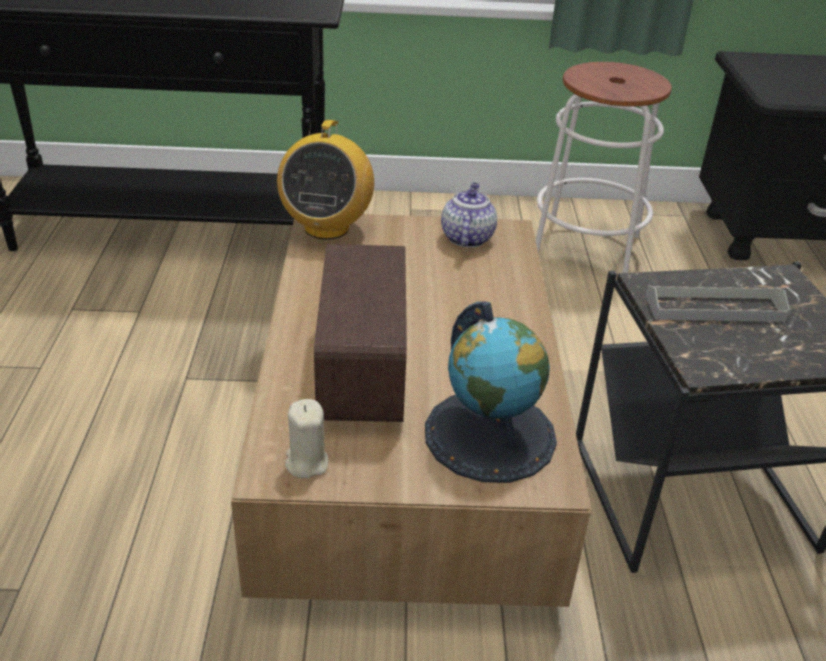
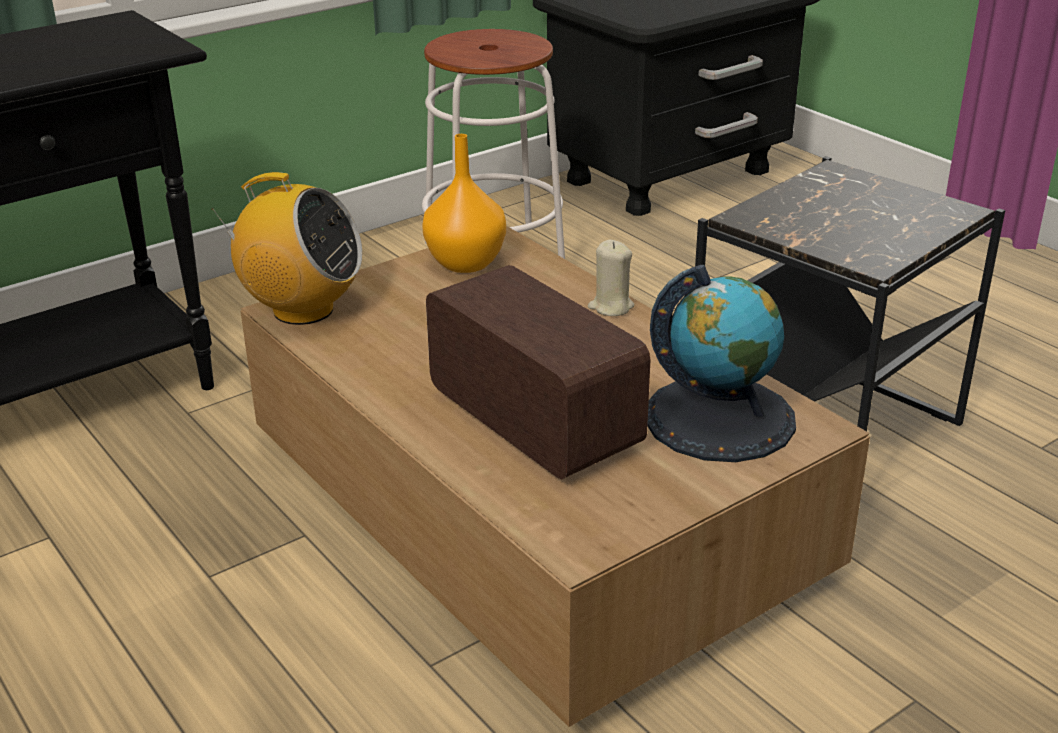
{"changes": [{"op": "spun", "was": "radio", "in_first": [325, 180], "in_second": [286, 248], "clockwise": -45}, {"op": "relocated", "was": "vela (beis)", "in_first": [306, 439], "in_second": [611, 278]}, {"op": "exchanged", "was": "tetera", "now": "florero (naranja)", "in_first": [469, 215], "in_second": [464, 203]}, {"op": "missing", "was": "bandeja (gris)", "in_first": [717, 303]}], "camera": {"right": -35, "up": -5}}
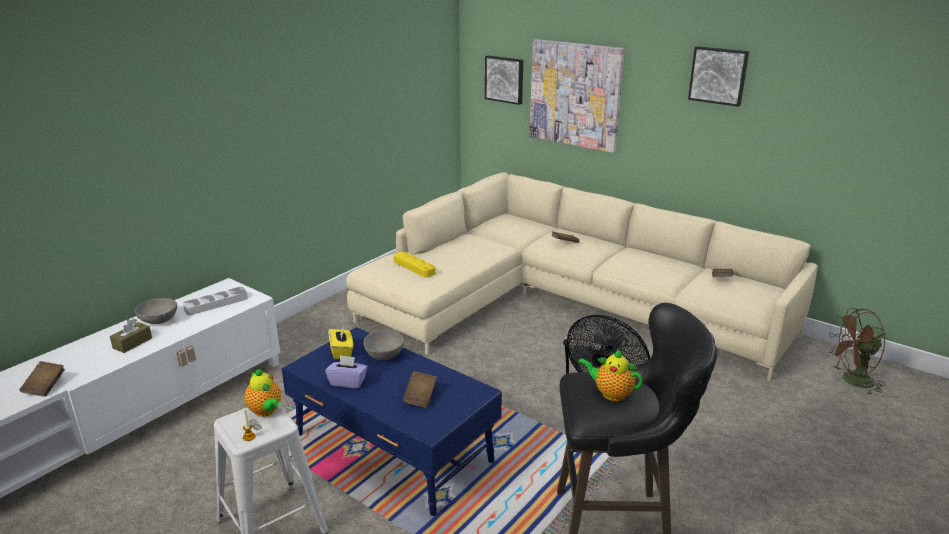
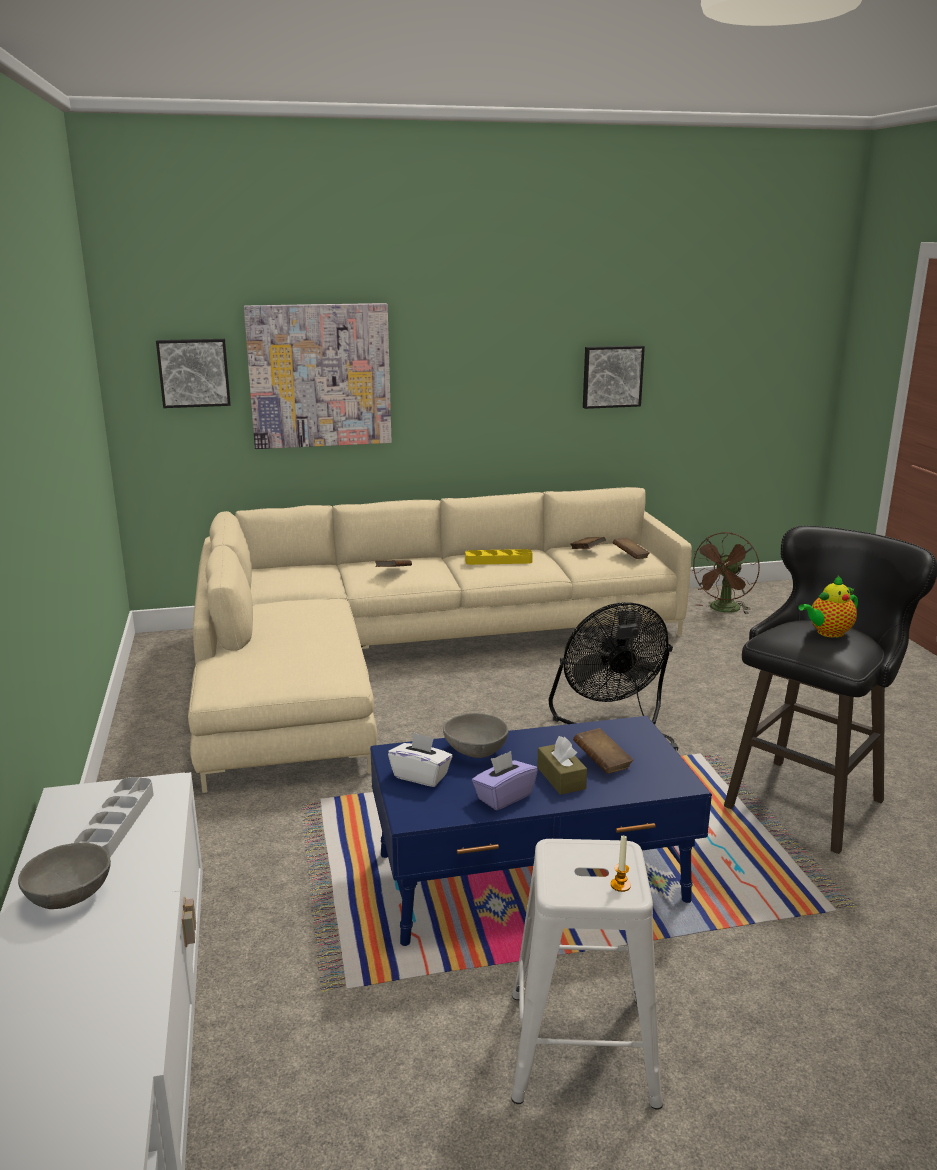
{"changes": [{"op": "relocated", "was": "libro (marrón)", "in_first": [42, 379], "in_second": [631, 548]}, {"op": "relocated", "was": "caja de pañuelos (marrón)", "in_first": [131, 335], "in_second": [562, 765]}, {"op": "missing", "was": "tetera", "in_first": [262, 393]}, {"op": "colour", "was": "caja de pañuelos (amarillo)", "now": "caja de pañuelos (blanco)", "in_first": [340, 343], "in_second": [420, 759]}, {"op": "relocated", "was": "bandeja (amarillo)", "in_first": [415, 265], "in_second": [499, 557]}, {"op": "relocated", "was": "cuadro", "in_first": [718, 76], "in_second": [614, 377]}], "camera": {"right": -50, "up": -5}}
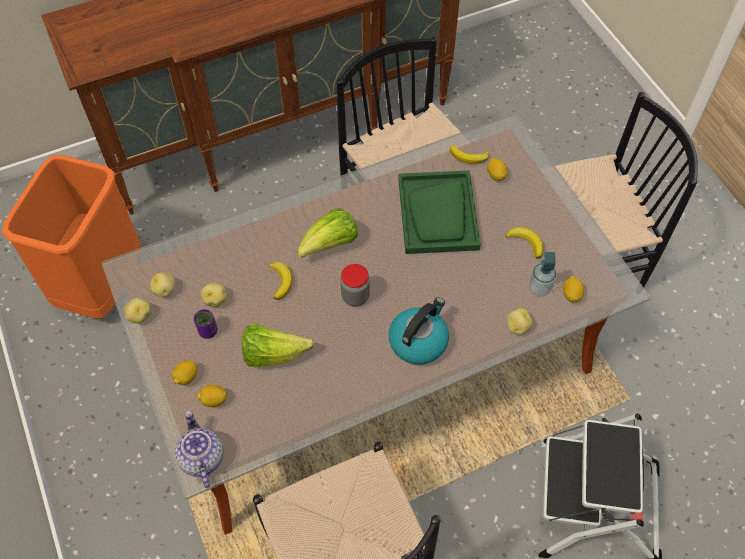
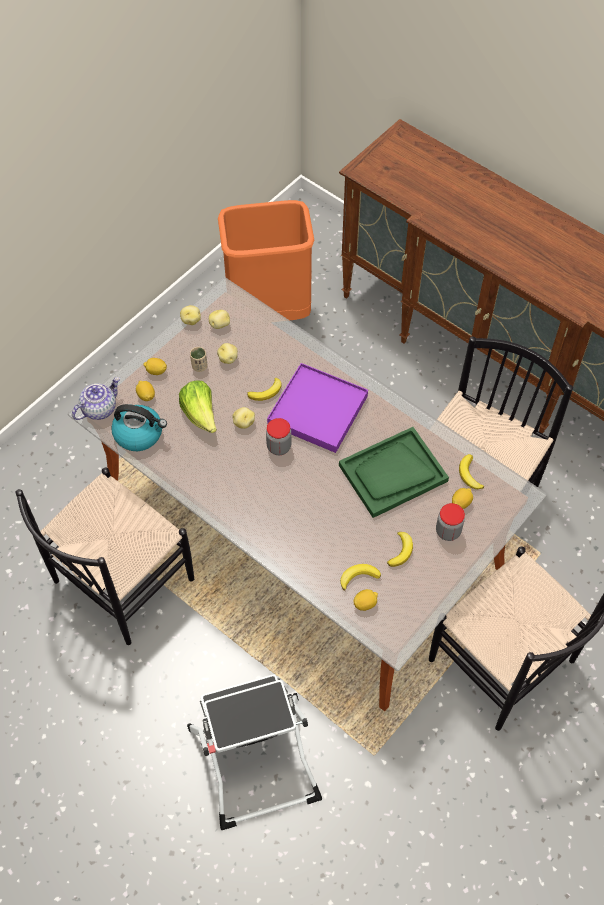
{"changes": [{"op": "colour", "was": "taza (morado)", "now": "taza (beis)", "in_first": [206, 324], "in_second": [199, 359]}, {"op": "exchanged", "was": "lechuga", "now": "bandeja (morado)", "in_first": [328, 233], "in_second": [317, 408]}, {"op": "relocated", "was": "hervidor", "in_first": [419, 330], "in_second": [139, 427]}, {"op": "relocated", "was": "patata", "in_first": [520, 321], "in_second": [243, 418]}, {"op": "exchanged", "was": "dispensador de jabón", "now": "plátano", "in_first": [542, 274], "in_second": [360, 577]}, {"op": "appeared", "now": "tarro", "in_second": [450, 522]}], "camera": {"right": 65, "up": 0}}
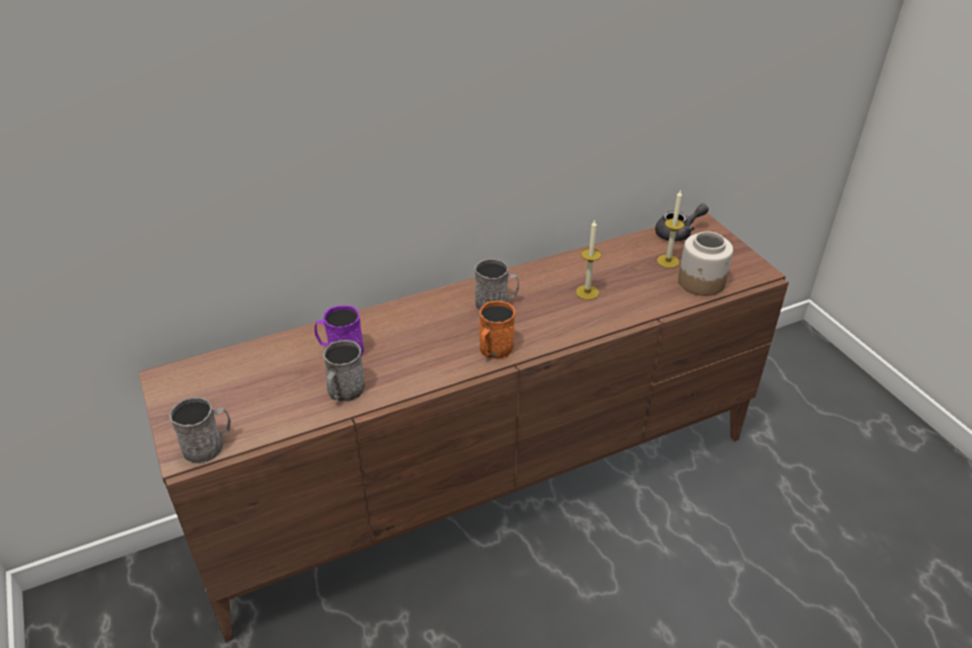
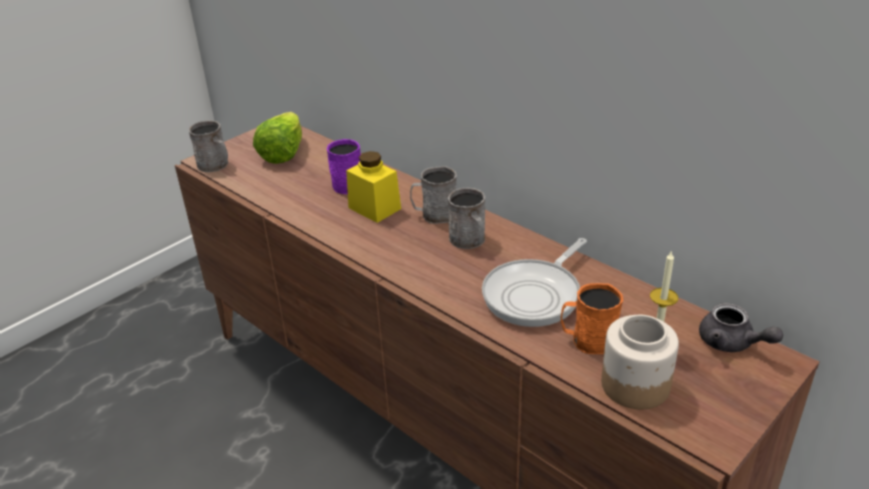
{"changes": [{"op": "relocated", "was": "taza grande (gris)", "in_first": [344, 371], "in_second": [433, 195]}, {"op": "relocated", "was": "taza grande (naranja)", "in_first": [497, 330], "in_second": [592, 318]}, {"op": "exchanged", "was": "vela", "now": "sartén", "in_first": [588, 259], "in_second": [534, 282]}, {"op": "appeared", "now": "lechuga", "in_second": [277, 138]}, {"op": "appeared", "now": "tarro (amarillo)", "in_second": [373, 187]}], "camera": {"right": 70, "up": -5}}
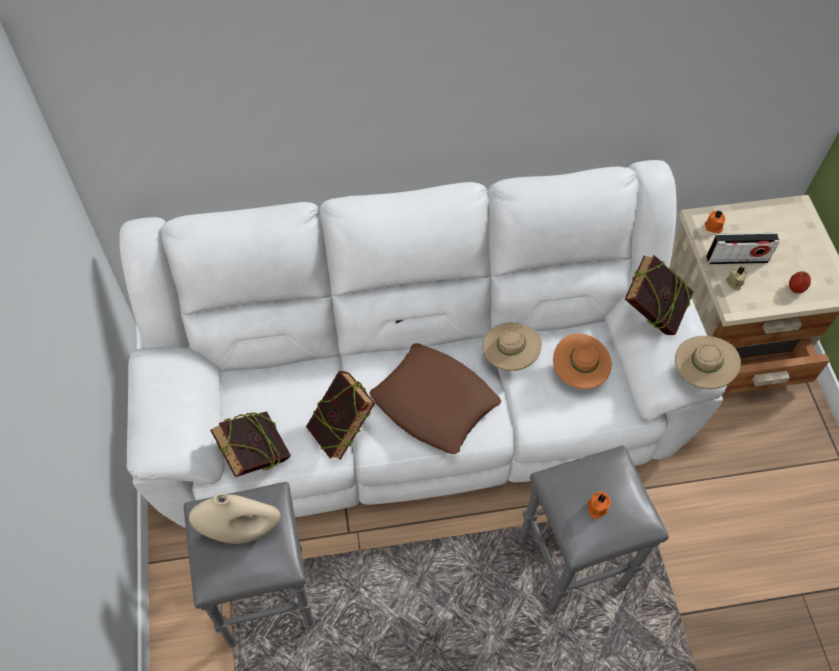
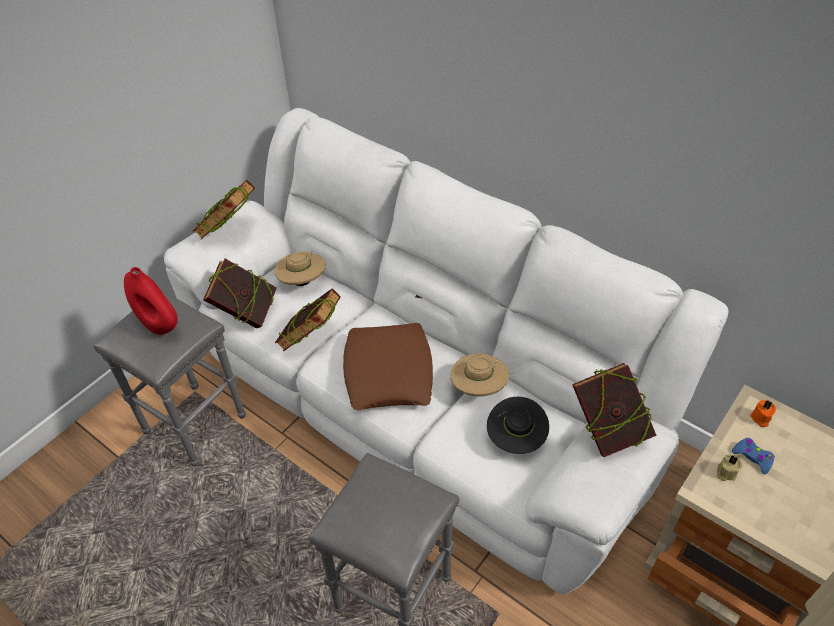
{"changes": [{"op": "colour", "was": "florero (beis)", "now": "florero (rojo)", "in_first": [235, 519], "in_second": [151, 301]}, {"op": "colour", "was": "sombrero (naranja)", "now": "sombrero (negro)", "in_first": [582, 361], "in_second": [518, 425]}, {"op": "missing", "was": "vela (naranja)", "in_first": [599, 505]}, {"op": "relocated", "was": "sombrero (beis)", "in_first": [708, 362], "in_second": [300, 269]}, {"op": "exchanged", "was": "radio", "now": "mando de consola (azul)", "in_first": [743, 248], "in_second": [753, 456]}, {"op": "missing", "was": "manzana", "in_first": [800, 282]}, {"op": "appeared", "now": "libro", "in_second": [224, 209]}], "camera": {"right": 50, "up": -10}}
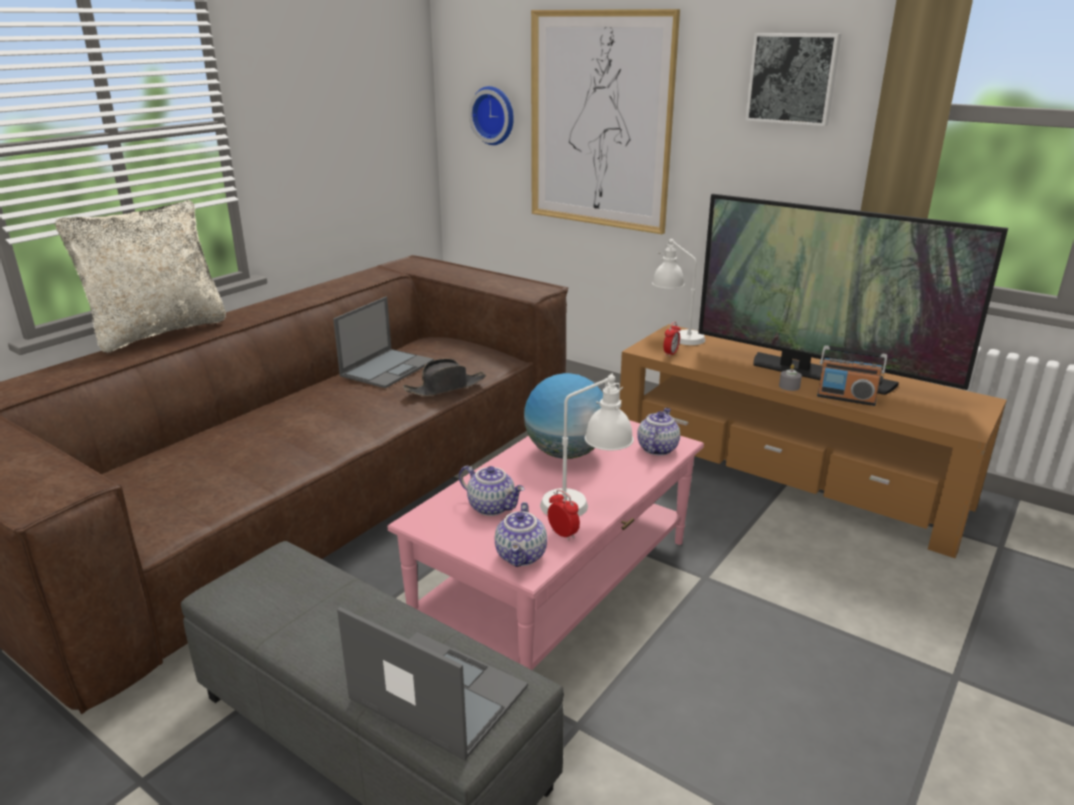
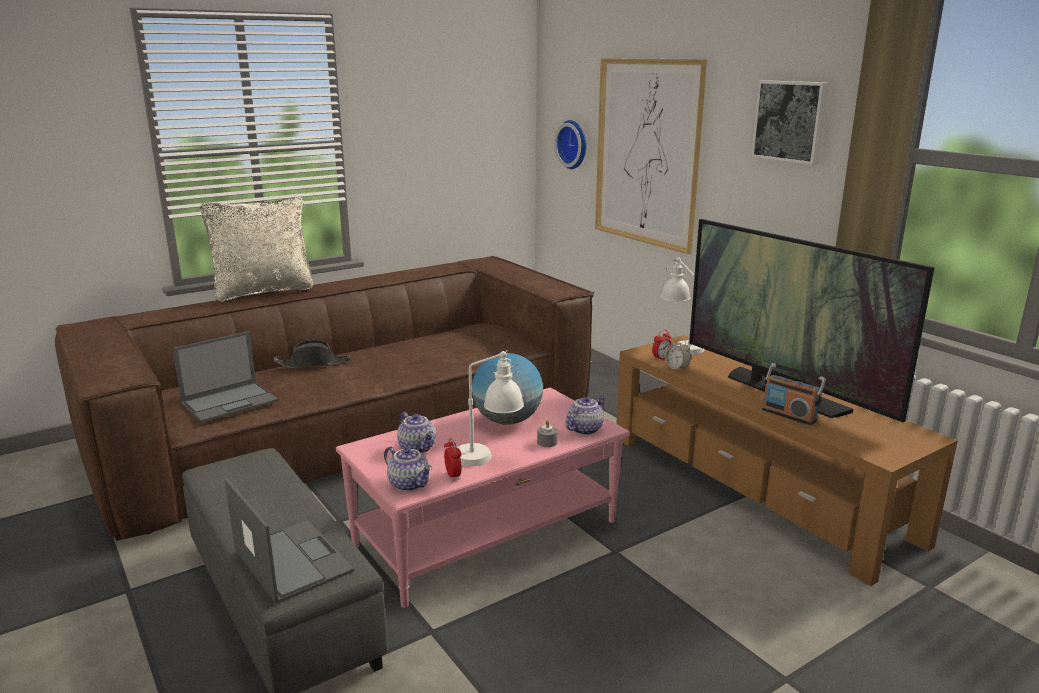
{"changes": [{"op": "relocated", "was": "portátil", "in_first": [383, 342], "in_second": [225, 376]}, {"op": "relocated", "was": "sombrero (negro)", "in_first": [444, 377], "in_second": [312, 354]}, {"op": "spun", "was": "tetera", "in_first": [521, 534], "in_second": [408, 468], "clockwise": -75}, {"op": "relocated", "was": "vela (gris)", "in_first": [790, 377], "in_second": [547, 433]}, {"op": "appeared", "now": "despertador", "in_second": [678, 355]}], "camera": {"right": 20, "up": -5}}
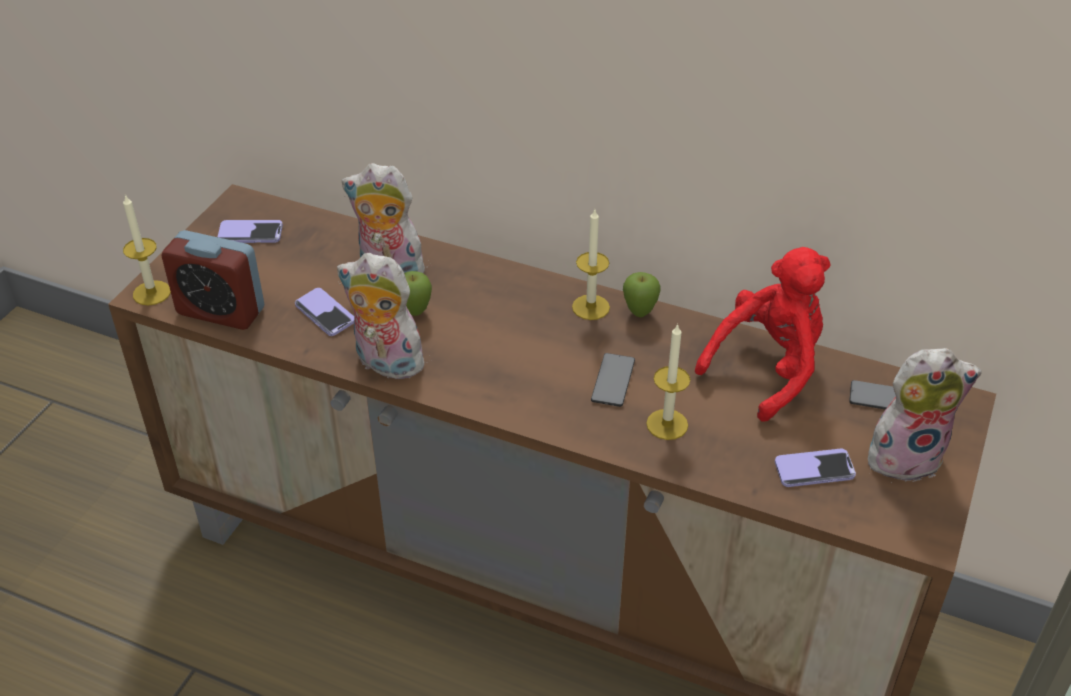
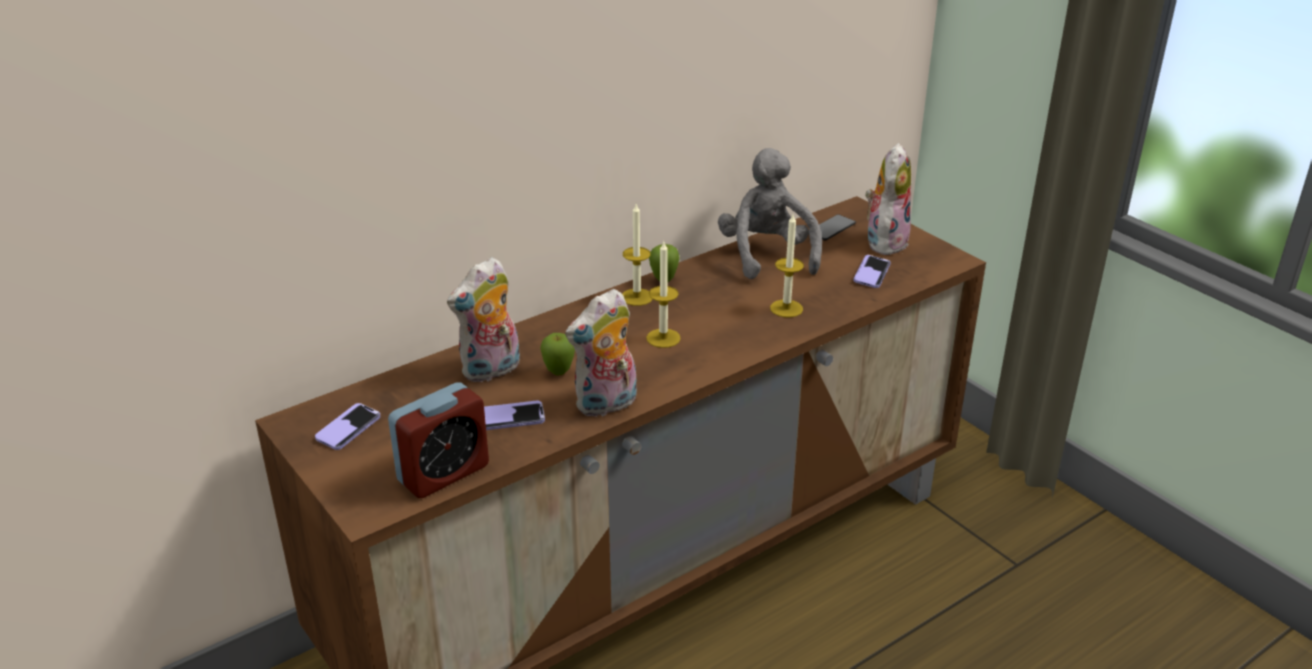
{"changes": [{"op": "relocated", "was": "vela", "in_first": [147, 250], "in_second": [663, 295]}, {"op": "missing", "was": "móvil", "in_first": [613, 380]}, {"op": "colour", "was": "peluche (rojo)", "now": "peluche (gris)", "in_first": [763, 334], "in_second": [770, 213]}], "camera": {"right": -60, "up": -10}}
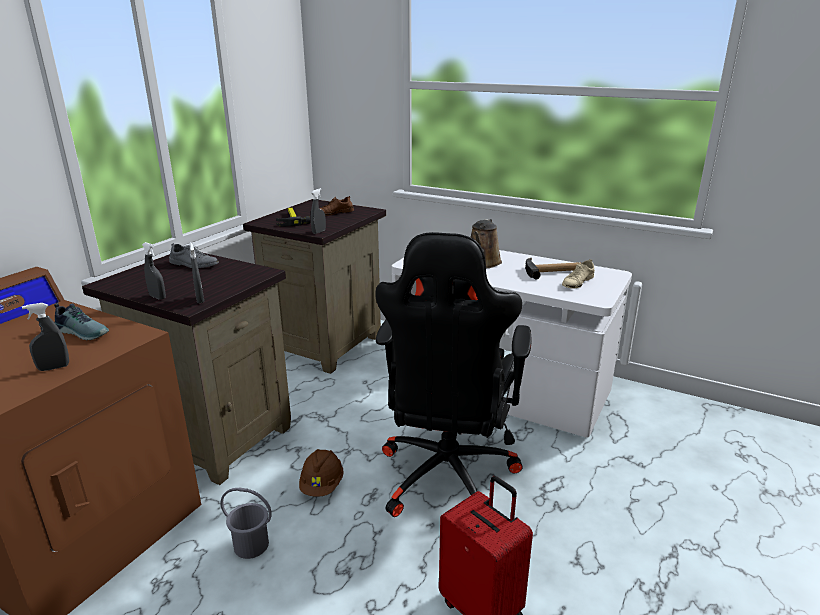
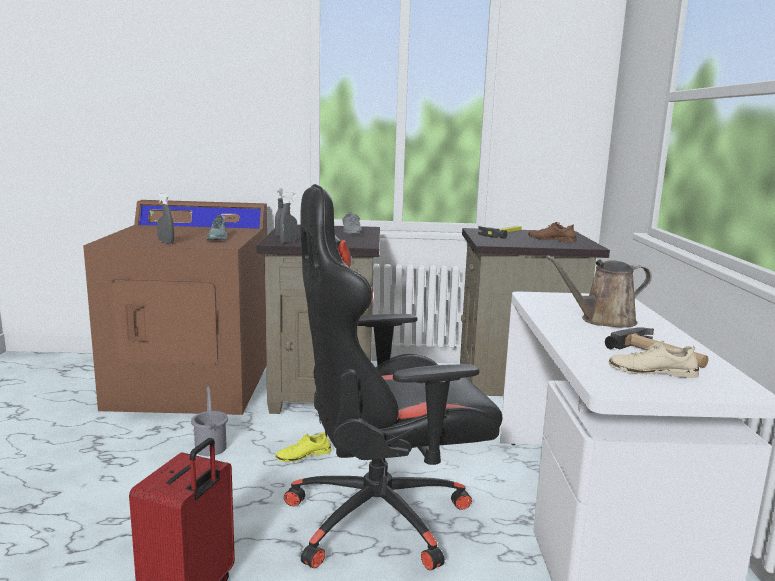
{"changes": [{"op": "exchanged", "was": "casco (marrón)", "now": "zapato (amarillo)", "in_first": [321, 473], "in_second": [304, 447]}, {"op": "missing", "was": "pulverizador (gris)", "in_first": [318, 211]}], "camera": {"right": 60, "up": -10}}
